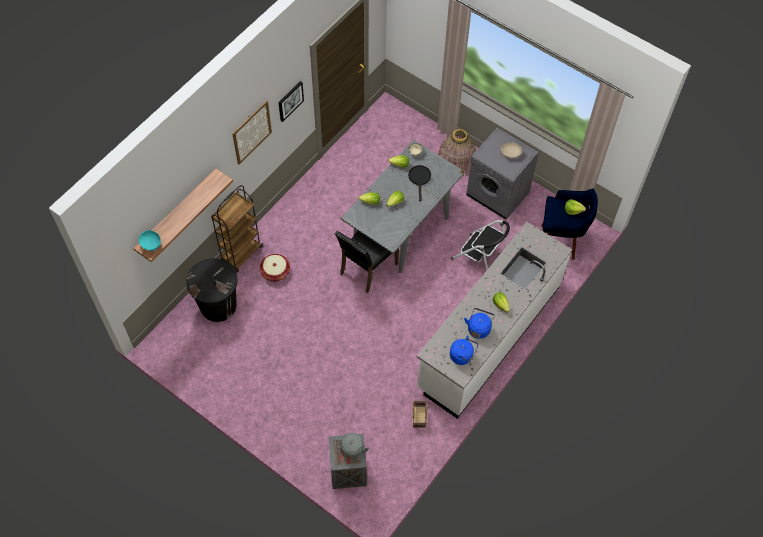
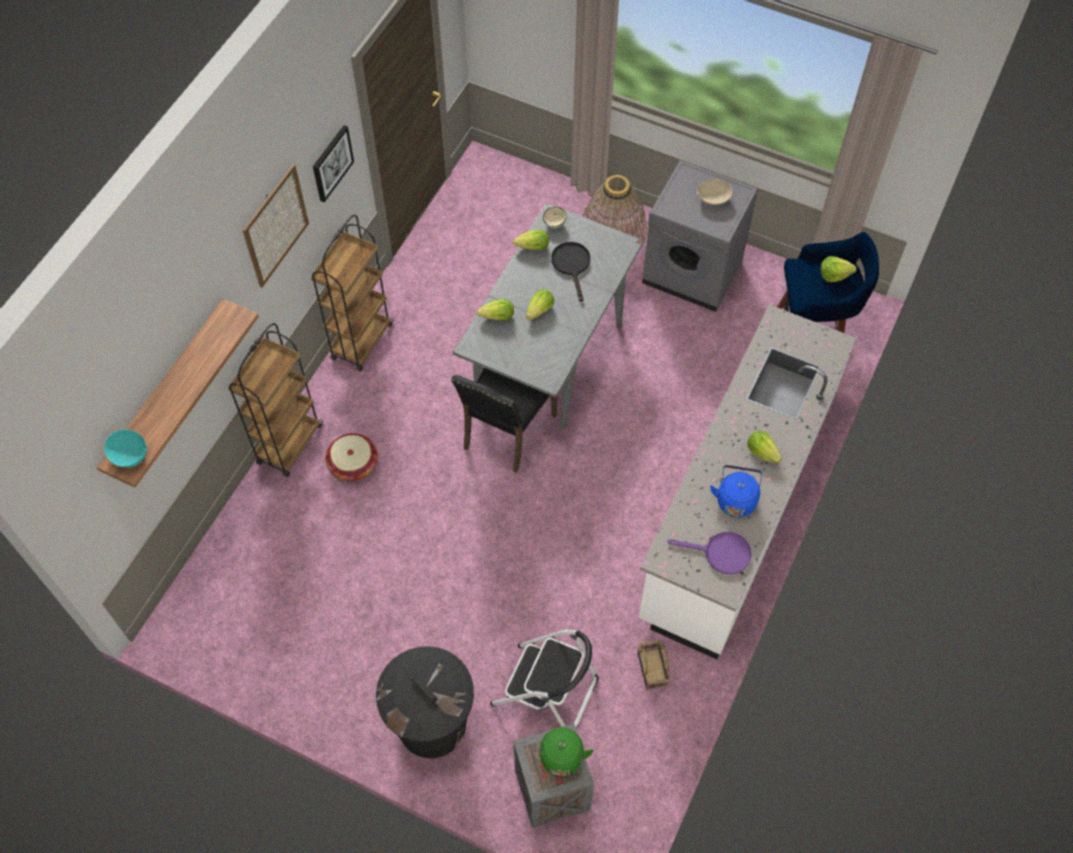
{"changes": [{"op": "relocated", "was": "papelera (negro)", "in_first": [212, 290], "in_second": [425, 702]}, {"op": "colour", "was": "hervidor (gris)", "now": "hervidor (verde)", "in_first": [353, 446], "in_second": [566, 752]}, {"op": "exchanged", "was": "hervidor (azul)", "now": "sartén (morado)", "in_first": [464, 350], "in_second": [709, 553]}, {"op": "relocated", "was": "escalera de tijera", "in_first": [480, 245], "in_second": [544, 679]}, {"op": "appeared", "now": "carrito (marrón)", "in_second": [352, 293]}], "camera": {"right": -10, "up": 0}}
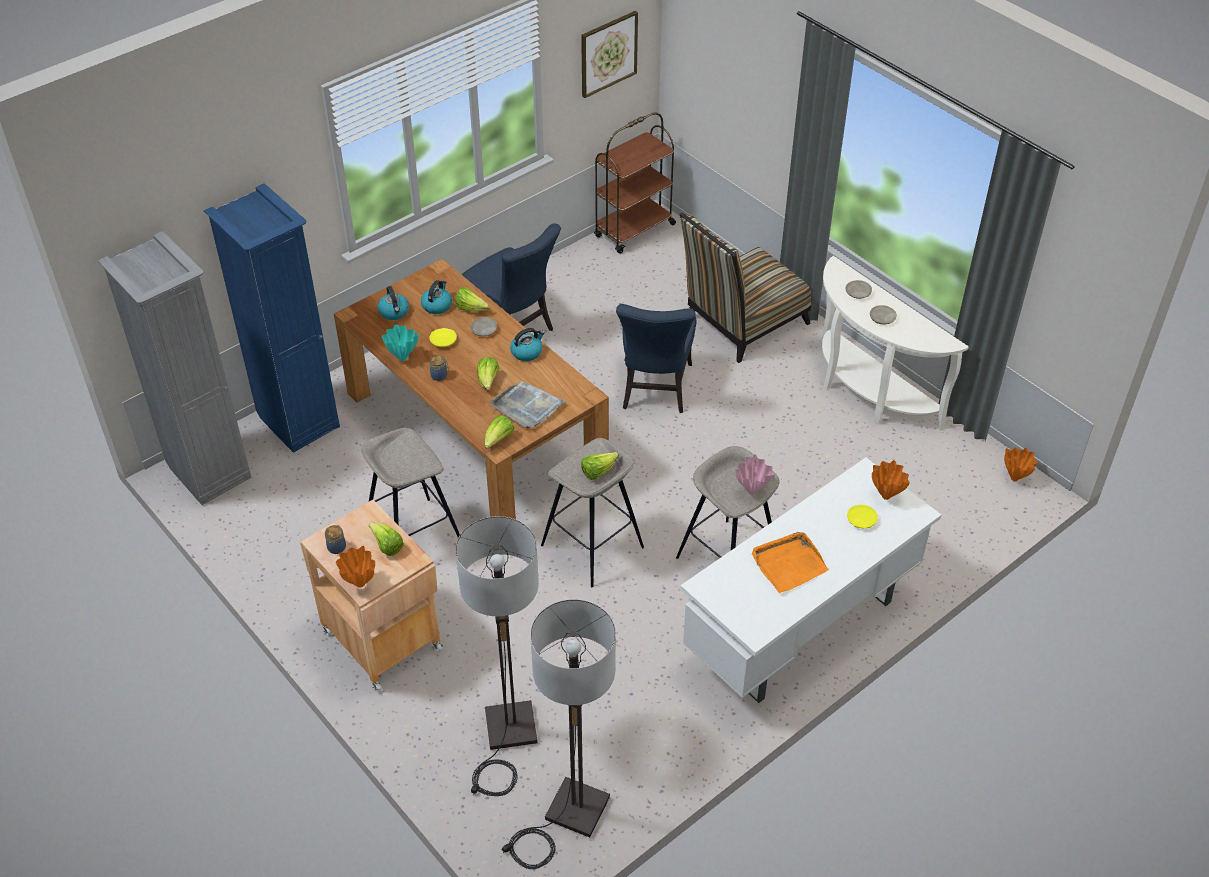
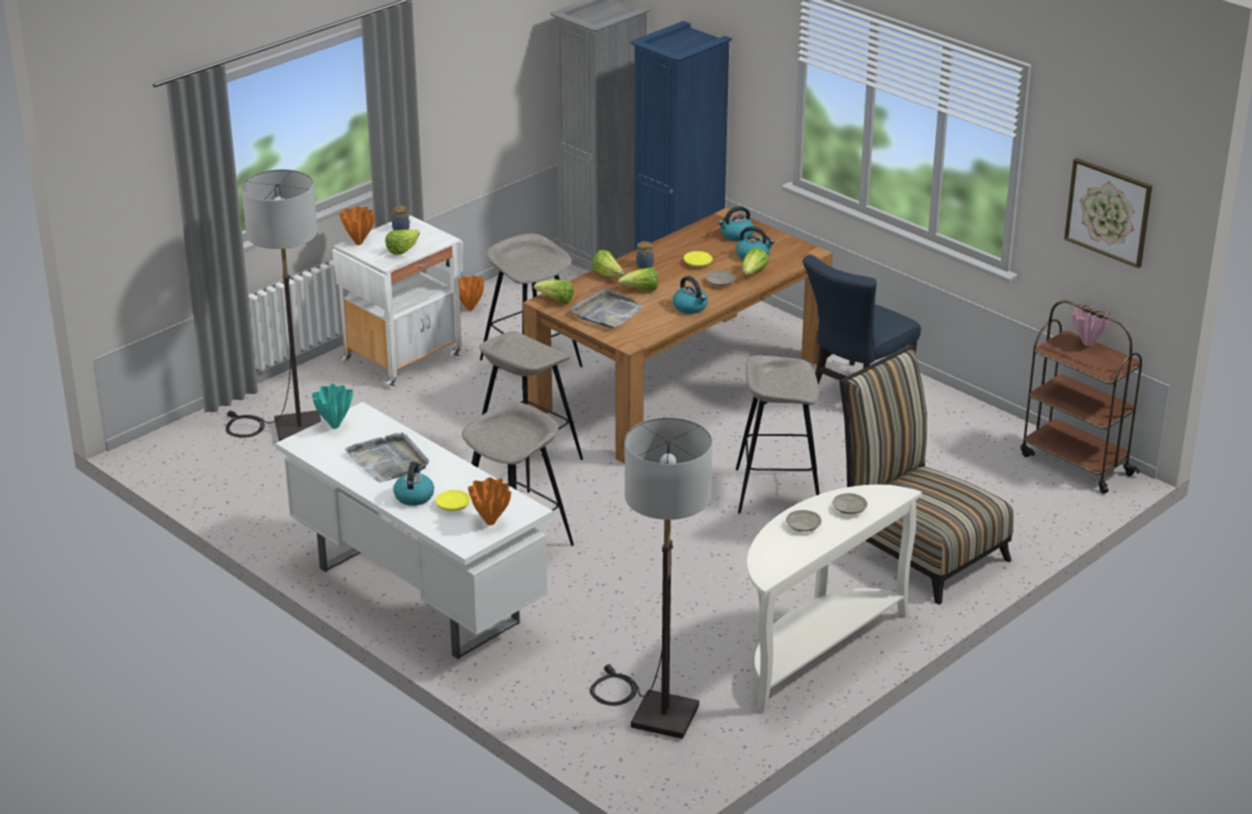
{"changes": [{"op": "colour", "was": "carrito (marrón)", "now": "carrito (blanco)", "in_first": [371, 596], "in_second": [397, 302]}, {"op": "relocated", "was": "florero (turquesa)", "in_first": [400, 342], "in_second": [332, 406]}, {"op": "relocated", "was": "lámpara de pie", "in_first": [558, 734], "in_second": [651, 578]}, {"op": "relocated", "was": "lechuga", "in_first": [599, 466], "in_second": [608, 263]}, {"op": "exchanged", "was": "silla (azul)", "now": "taburete (gris)", "in_first": [656, 358], "in_second": [778, 434]}, {"op": "relocated", "was": "florero (rosa)", "in_first": [754, 474], "in_second": [1092, 326]}, {"op": "colour", "was": "bandeja (naranja)", "now": "bandeja (gris)", "in_first": [790, 562], "in_second": [387, 457]}, {"op": "relocated", "was": "florero (naranja)", "in_first": [1021, 464], "in_second": [471, 293]}, {"op": "appeared", "now": "hervidor", "in_second": [413, 483]}], "camera": {"right": 85, "up": -15}}
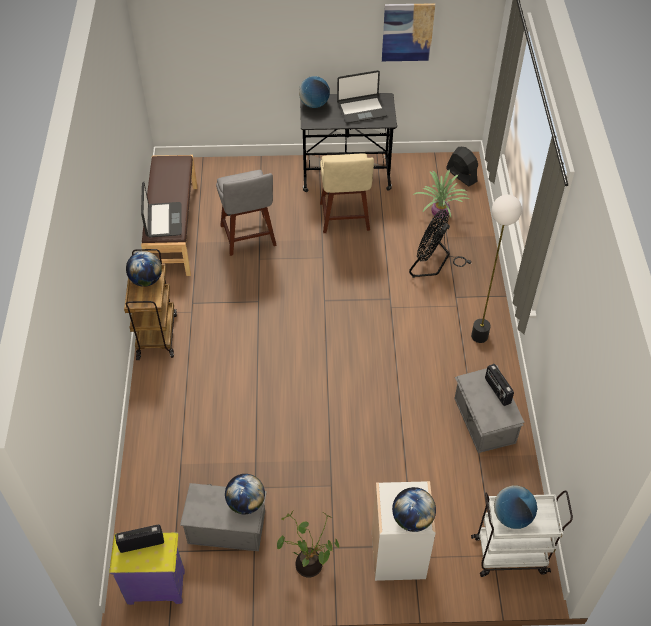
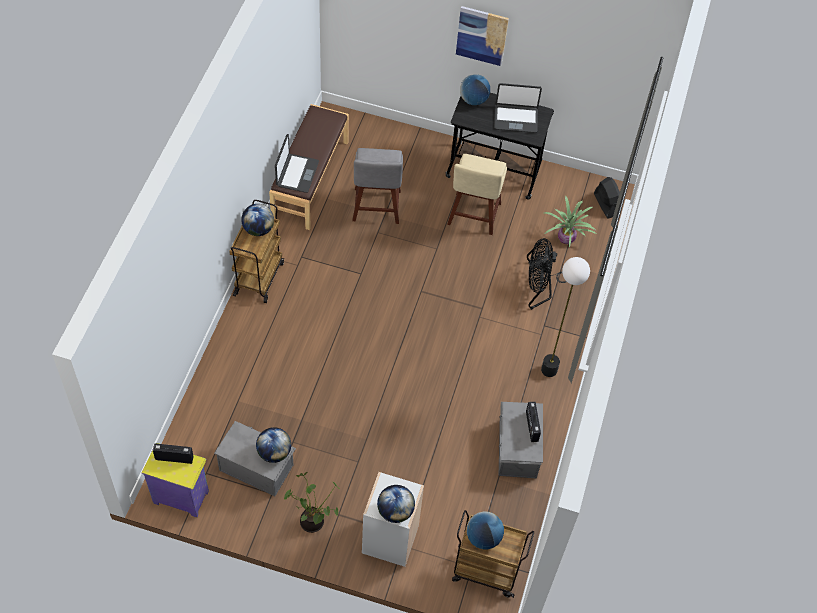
{"changes": [{"op": "relocated", "was": "cuadro", "in_first": [408, 32], "in_second": [482, 36]}, {"op": "spun", "was": "ventilador (negro)", "in_first": [440, 244], "in_second": [547, 274], "clockwise": -45}, {"op": "colour", "was": "carrito (blanco)", "now": "carrito (marrón)", "in_first": [522, 533], "in_second": [493, 554]}], "camera": {"right": 15, "up": 5}}
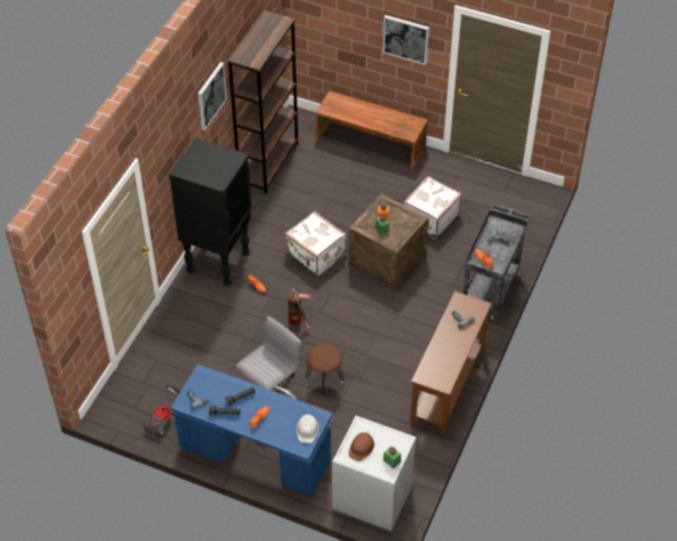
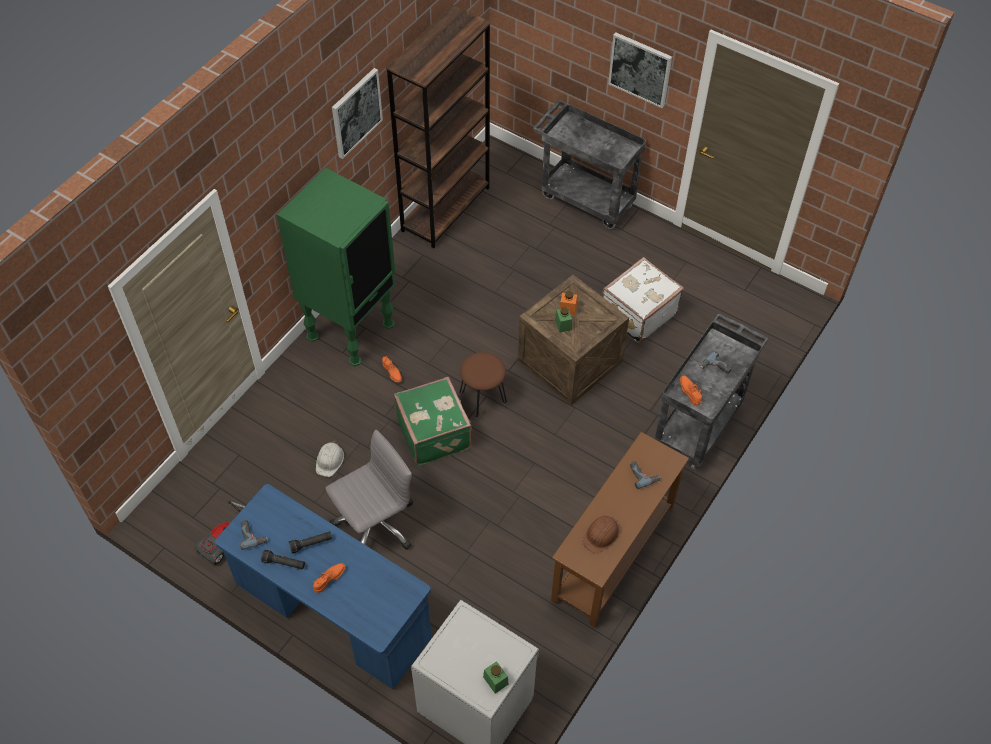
{"changes": [{"op": "colour", "was": "armario (negro)", "now": "armario (verde)", "in_first": [211, 212], "in_second": [336, 267]}, {"op": "missing", "was": "maleta (blanco)", "in_first": [315, 243]}, {"op": "exchanged", "was": "extintor", "now": "maleta (verde)", "in_first": [299, 309], "in_second": [433, 421]}, {"op": "relocated", "was": "casco (blanco)", "in_first": [308, 428], "in_second": [330, 459]}, {"op": "relocated", "was": "taburete (marrón)", "in_first": [325, 369], "in_second": [483, 385]}, {"op": "exchanged", "was": "banco (marrón)", "now": "carrito (gris)", "in_first": [371, 130], "in_second": [589, 164]}, {"op": "relocated", "was": "casco (marrón)", "in_first": [361, 446], "in_second": [600, 534]}], "camera": {"right": 10, "up": 5}}
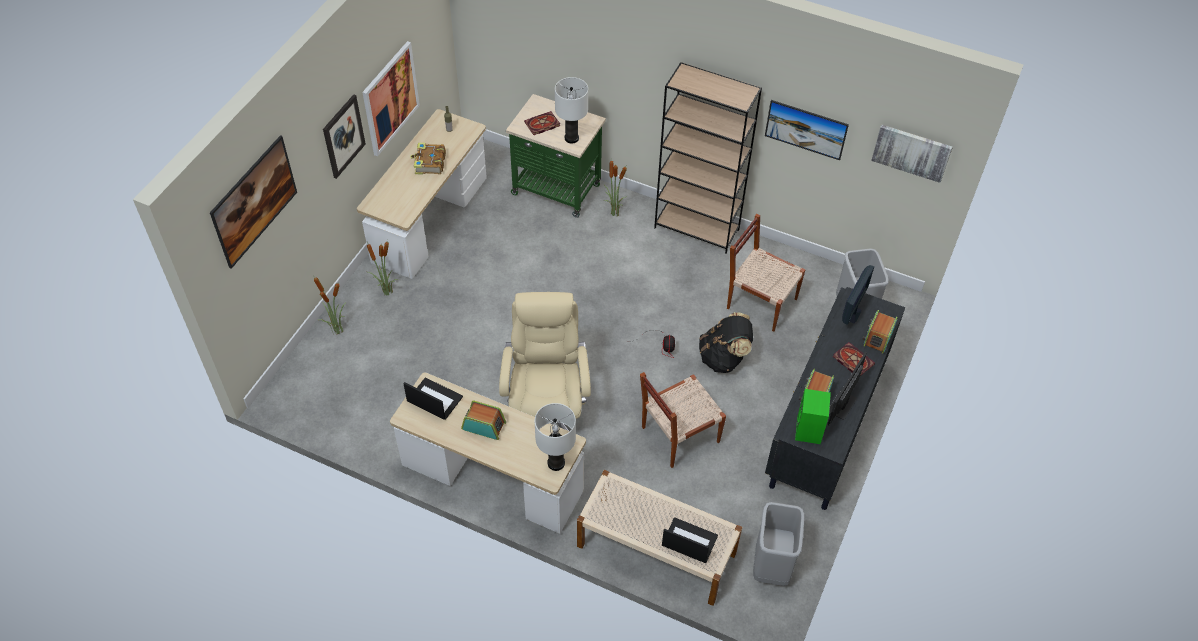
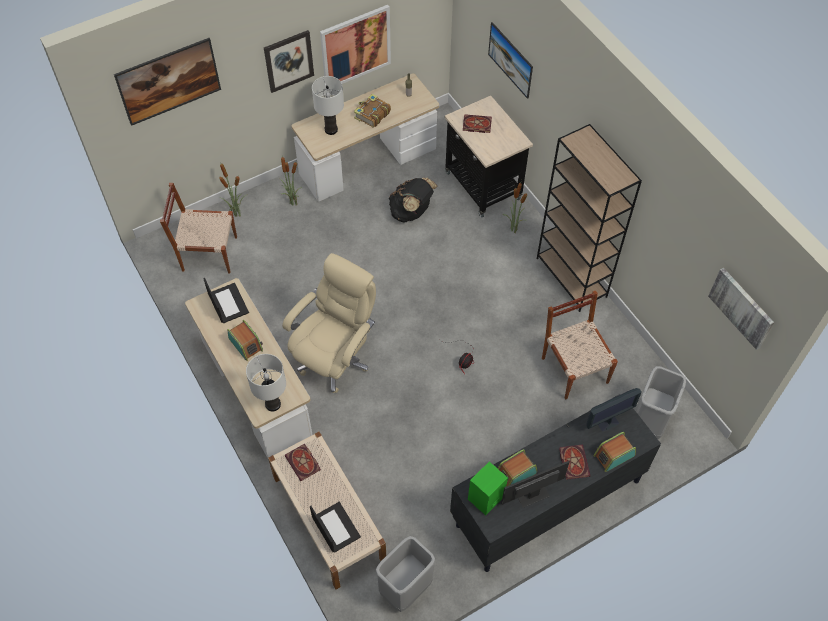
{"changes": [{"op": "colour", "was": "carrito (verde)", "now": "carrito (negro)", "in_first": [556, 156], "in_second": [489, 156]}, {"op": "relocated", "was": "lámpara de mesa (blanco)", "in_first": [571, 110], "in_second": [328, 105]}, {"op": "relocated", "was": "silla", "in_first": [683, 420], "in_second": [198, 228]}, {"op": "relocated", "was": "mochila (negro)", "in_first": [726, 342], "in_second": [412, 200]}, {"op": "relocated", "was": "cuadro", "in_first": [807, 130], "in_second": [510, 60]}, {"op": "appeared", "now": "libro", "in_second": [303, 462]}], "camera": {"right": 35, "up": 5}}
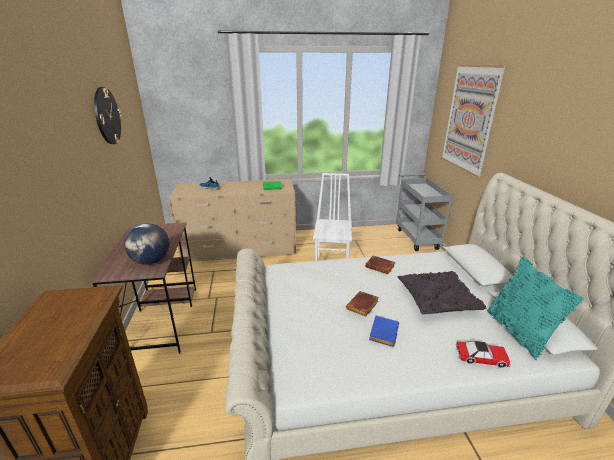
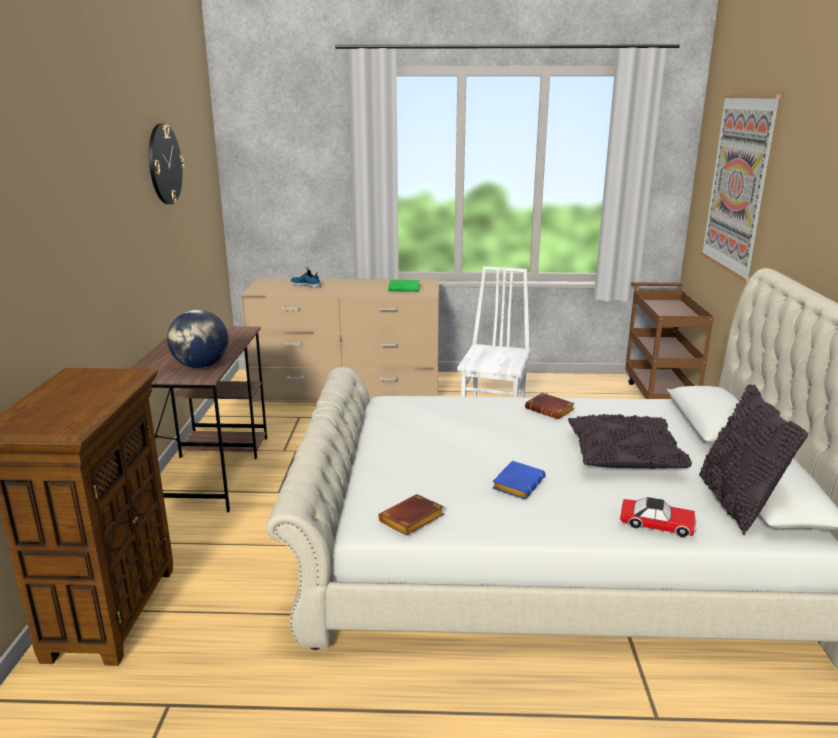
{"changes": [{"op": "relocated", "was": "libro (marrón)", "in_first": [362, 303], "in_second": [411, 515]}, {"op": "colour", "was": "carrito (gris)", "now": "carrito (marrón)", "in_first": [424, 212], "in_second": [669, 340]}, {"op": "colour", "was": "cojín (turquesa)", "now": "cojín (negro)", "in_first": [535, 308], "in_second": [753, 459]}], "camera": {"right": 10, "up": -5}}
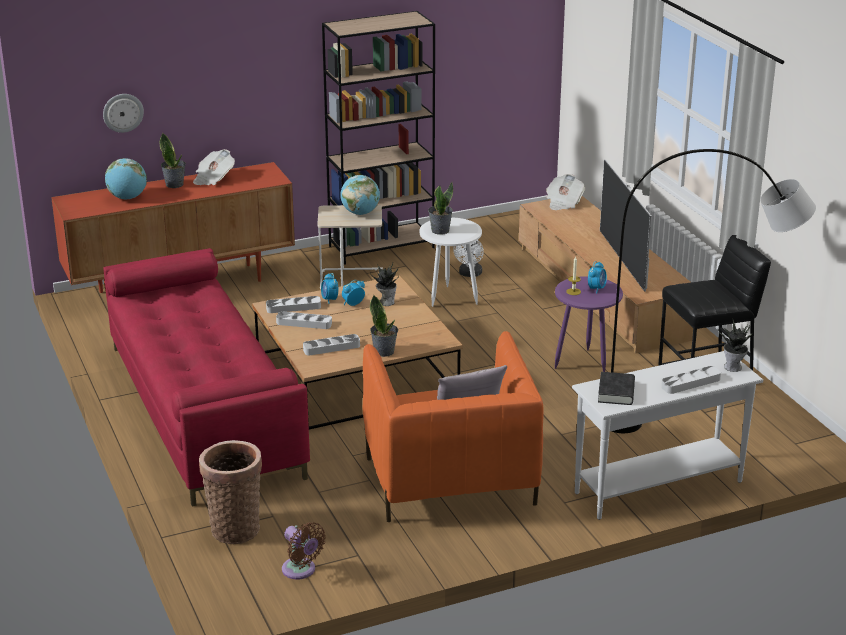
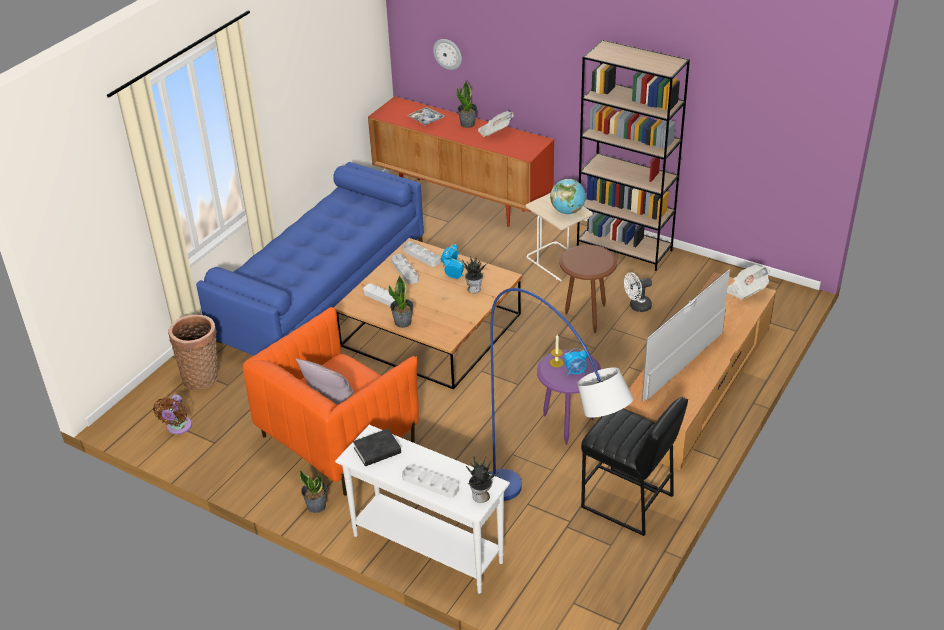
{"changes": [{"op": "colour", "was": "sofá (rojo)", "now": "sofá (azul)", "in_first": [206, 377], "in_second": [310, 259]}, {"op": "exchanged", "was": "globo terráqueo", "now": "bandeja", "in_first": [126, 178], "in_second": [426, 116]}, {"op": "colour", "was": "mesa auxiliar (blanco)", "now": "mesa auxiliar (marrón)", "in_first": [450, 262], "in_second": [588, 289]}, {"op": "relocated", "was": "planta en maceta", "in_first": [440, 208], "in_second": [313, 491]}, {"op": "colour", "was": "lámpara de pie (gris)", "now": "lámpara de pie (azul)", "in_first": [713, 291], "in_second": [561, 394]}], "camera": {"right": 55, "up": 10}}
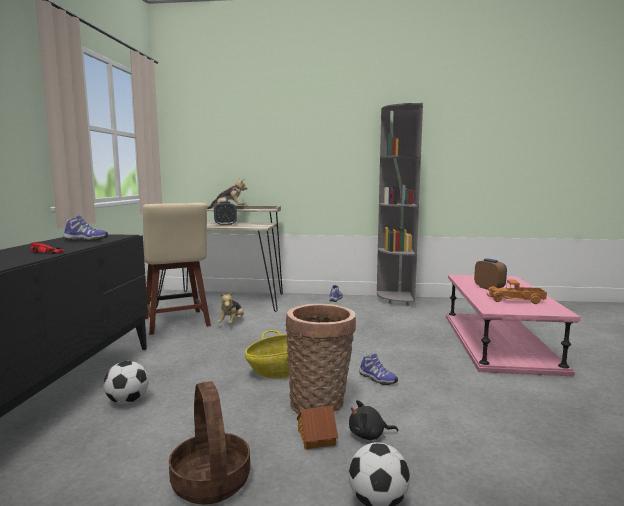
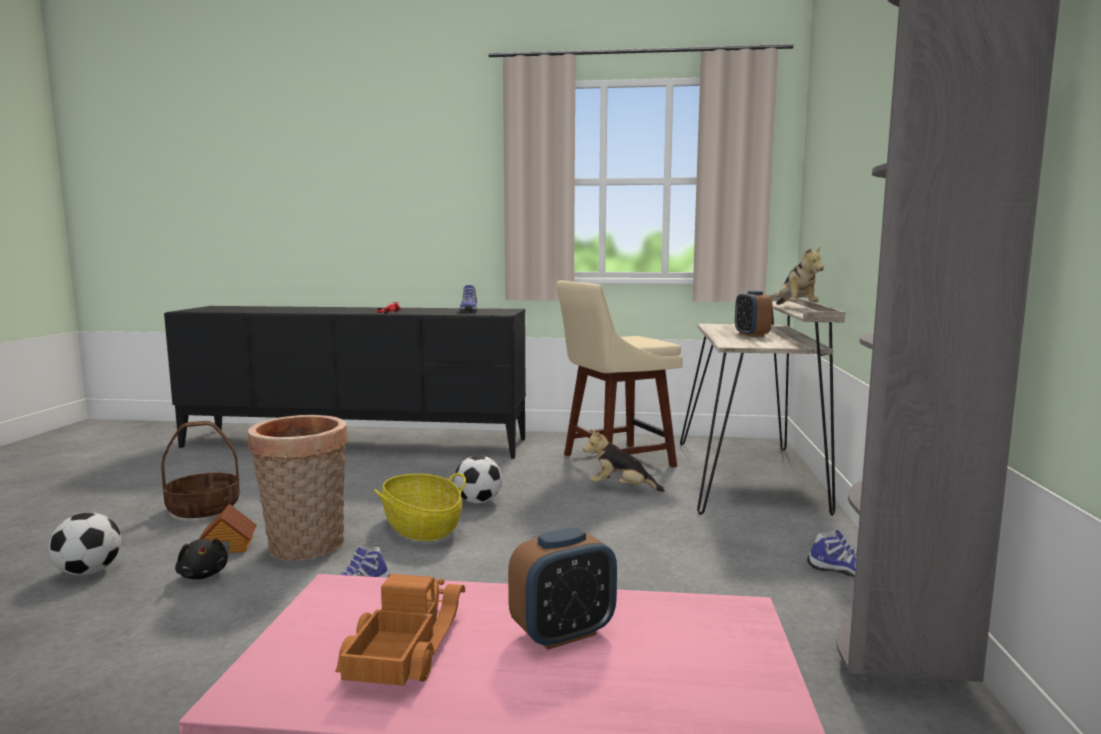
{"changes": [{"op": "relocated", "was": "balón de fútbol", "in_first": [126, 382], "in_second": [478, 479]}, {"op": "spun", "was": "peluche (negro)", "in_first": [374, 420], "in_second": [201, 559], "clockwise": 150}], "camera": {"right": 90, "up": 0}}
